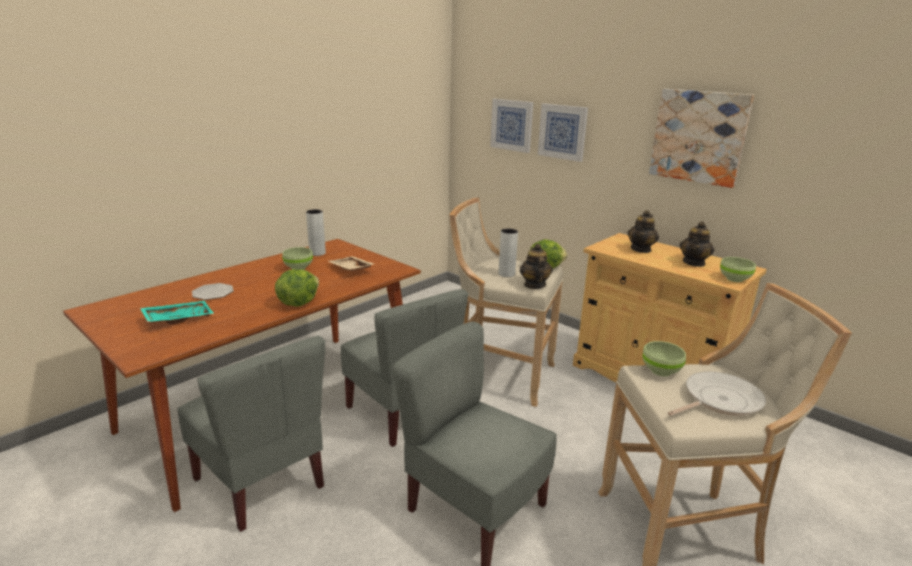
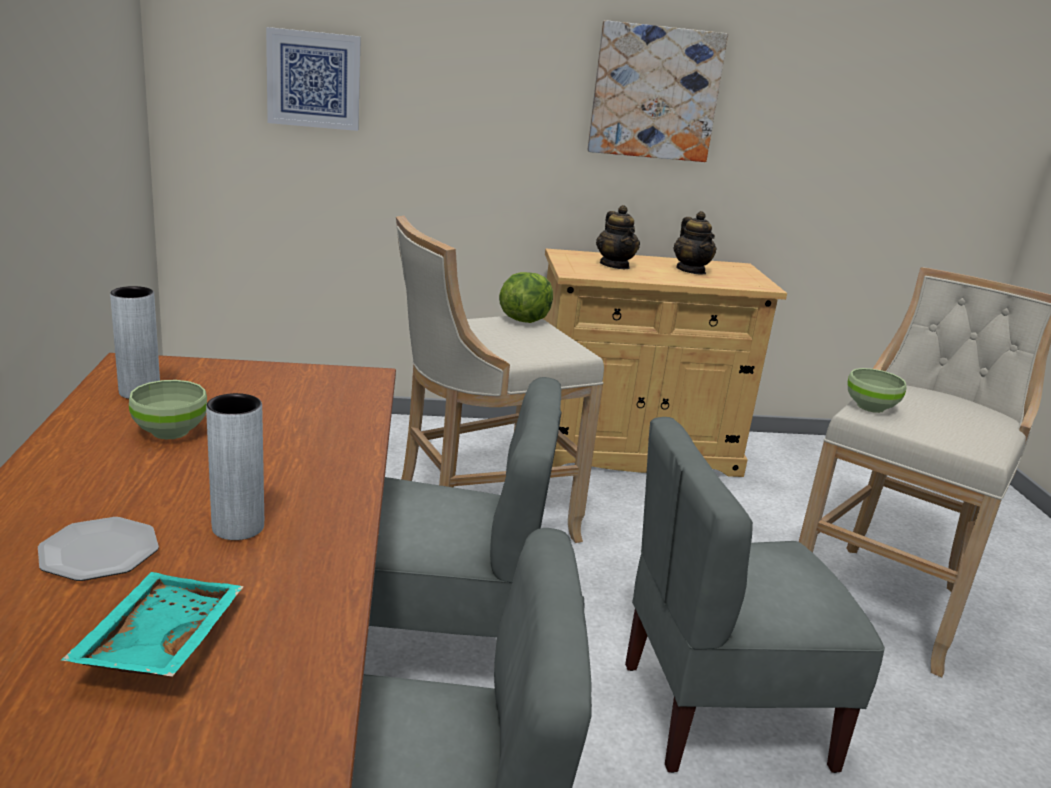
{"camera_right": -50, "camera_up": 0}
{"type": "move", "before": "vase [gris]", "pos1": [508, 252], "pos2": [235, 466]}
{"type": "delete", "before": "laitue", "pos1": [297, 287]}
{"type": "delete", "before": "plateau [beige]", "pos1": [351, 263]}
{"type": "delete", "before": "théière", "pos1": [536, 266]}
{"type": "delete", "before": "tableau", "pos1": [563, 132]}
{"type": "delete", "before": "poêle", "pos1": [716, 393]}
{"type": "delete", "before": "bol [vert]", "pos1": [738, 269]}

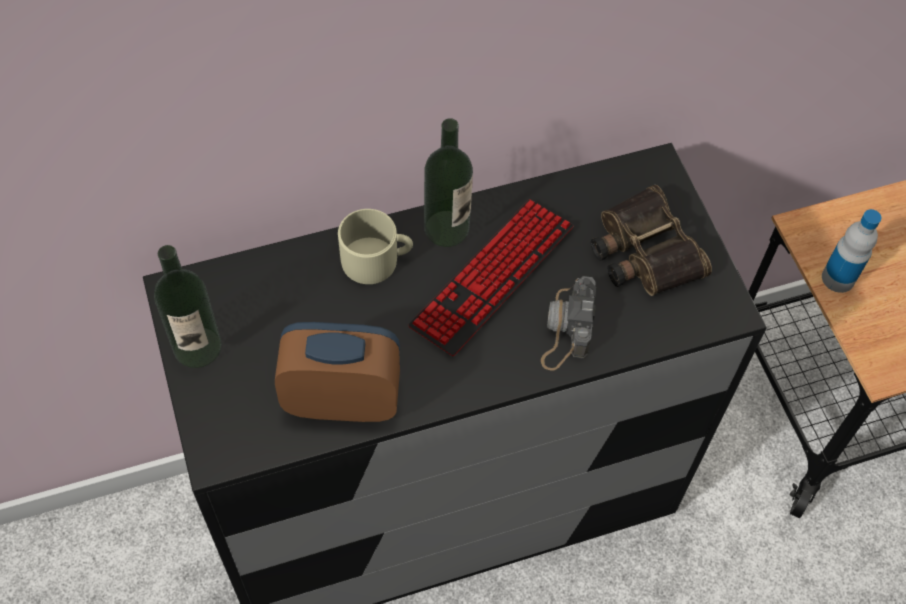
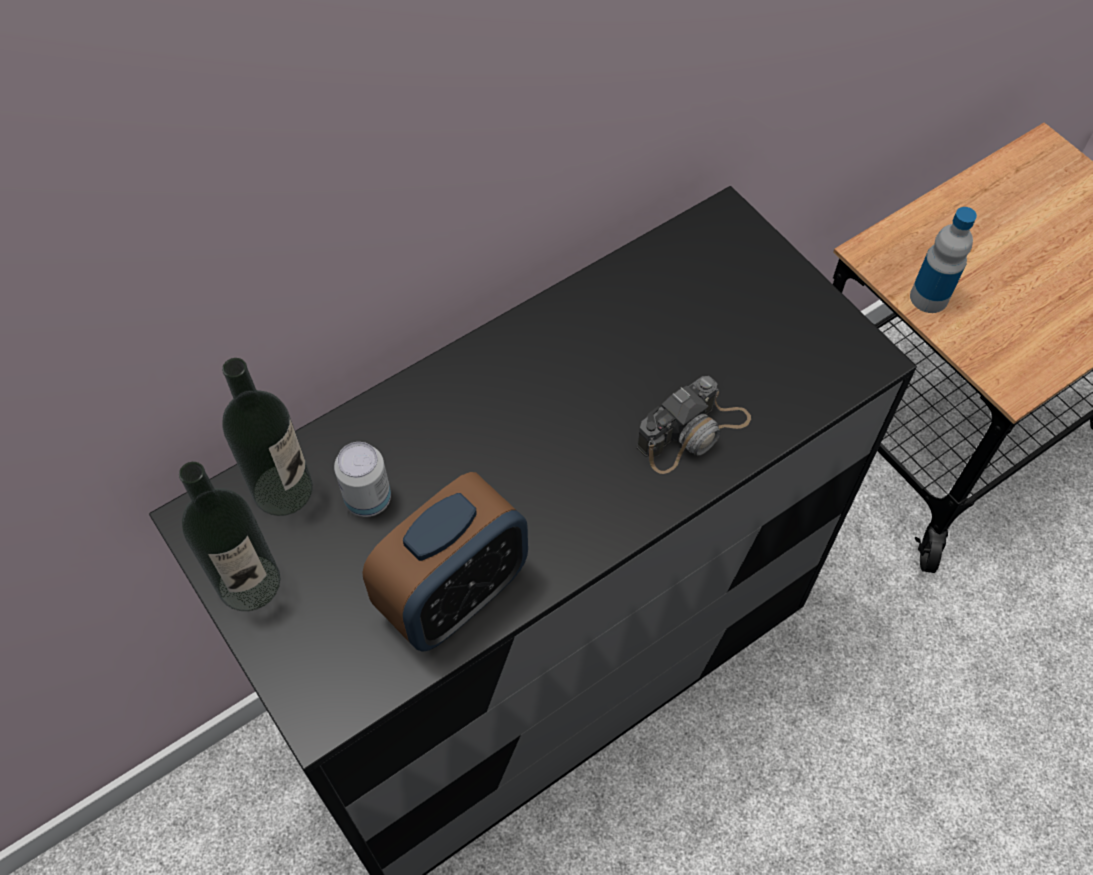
{"camera_right": -15, "camera_up": 0}
{"type": "move", "before": "bouteille", "pos1": [448, 182], "pos2": [267, 437]}
{"type": "insert", "after": "boîte métallique", "pos2": [362, 479]}
{"type": "rotate", "before": "réveil", "pos1": [338, 372], "pos2": [445, 562], "turn": 150}
{"type": "rotate", "before": "appareil photo", "pos1": [568, 323], "pos2": [694, 425], "turn": -120}
{"type": "delete", "before": "mug [beige]", "pos1": [375, 246]}
{"type": "delete", "before": "clavier", "pos1": [490, 277]}
{"type": "delete", "before": "jumelles", "pos1": [651, 240]}

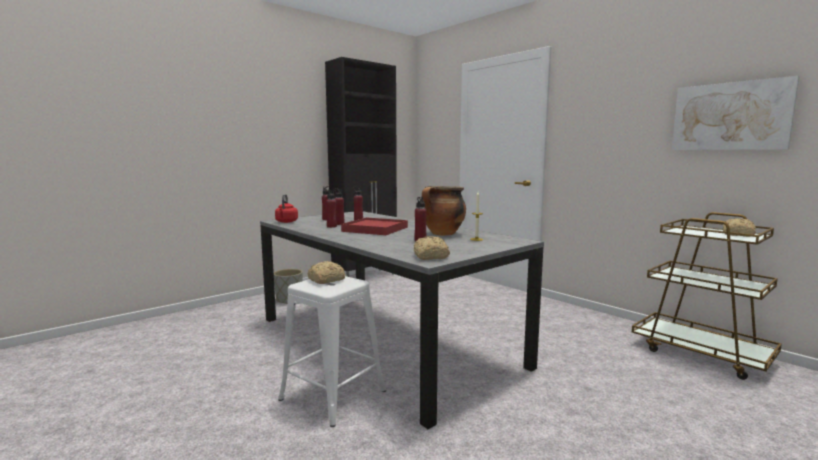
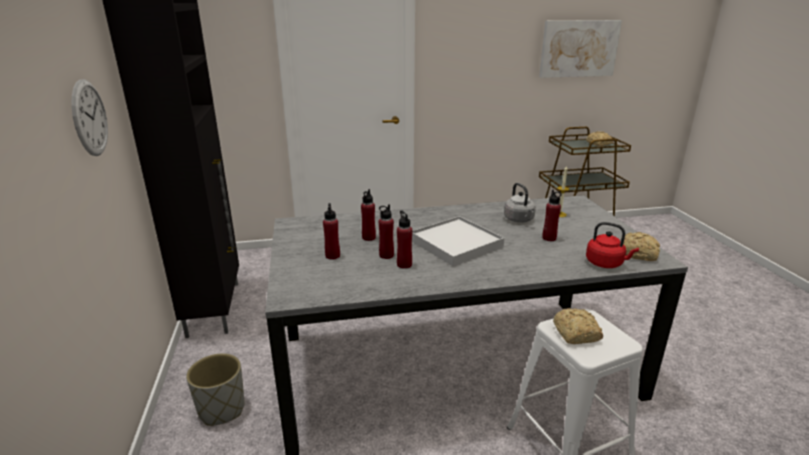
{"camera_right": -60, "camera_up": 15}
{"type": "insert", "after": "horloge murale", "pos2": [89, 117]}
{"type": "recolor", "before": "plateau [rouge]", "after": "plateau [blanc]", "pos1": [374, 226], "pos2": [458, 241]}
{"type": "replace", "before": "marmite", "after": "bouilloire [gris]", "pos1": [444, 211], "pos2": [520, 203]}
{"type": "move", "before": "bouilloire [rouge]", "pos1": [286, 208], "pos2": [612, 245]}

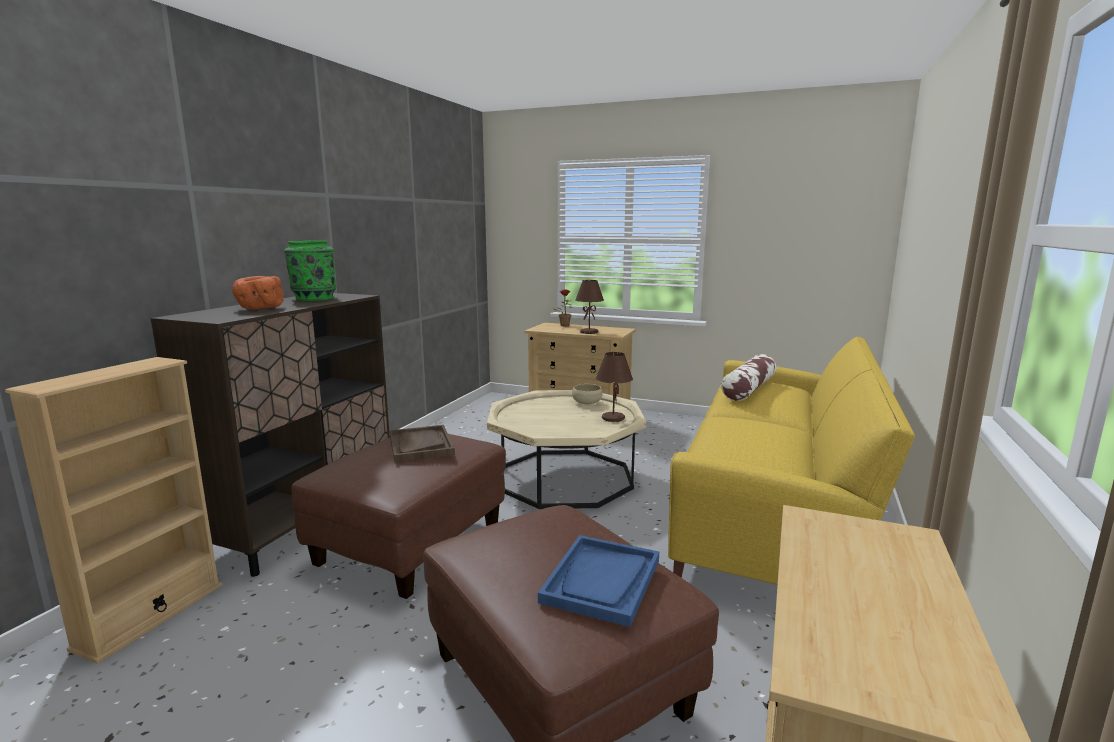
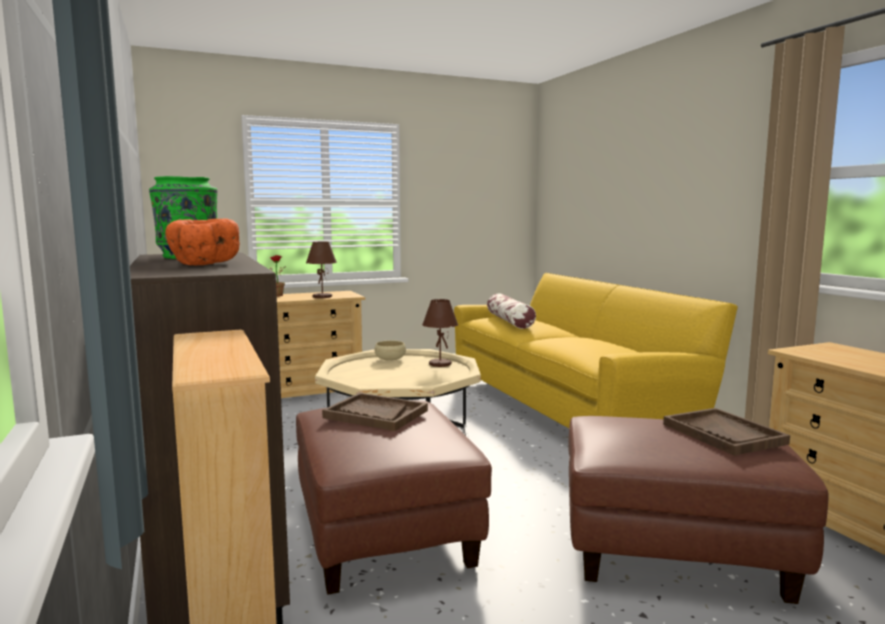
{"camera_right": -45, "camera_up": -5}
{"type": "recolor", "before": "plateau [bleu]", "after": "plateau [marron]", "pos1": [598, 581], "pos2": [726, 432]}

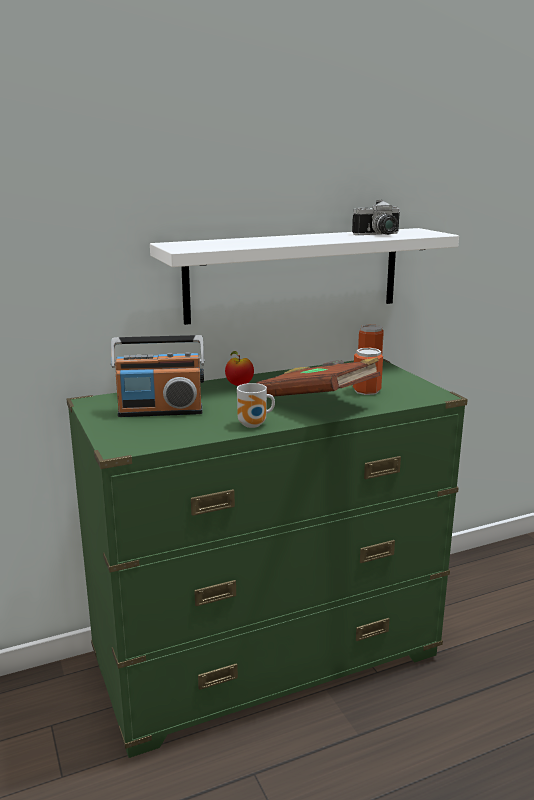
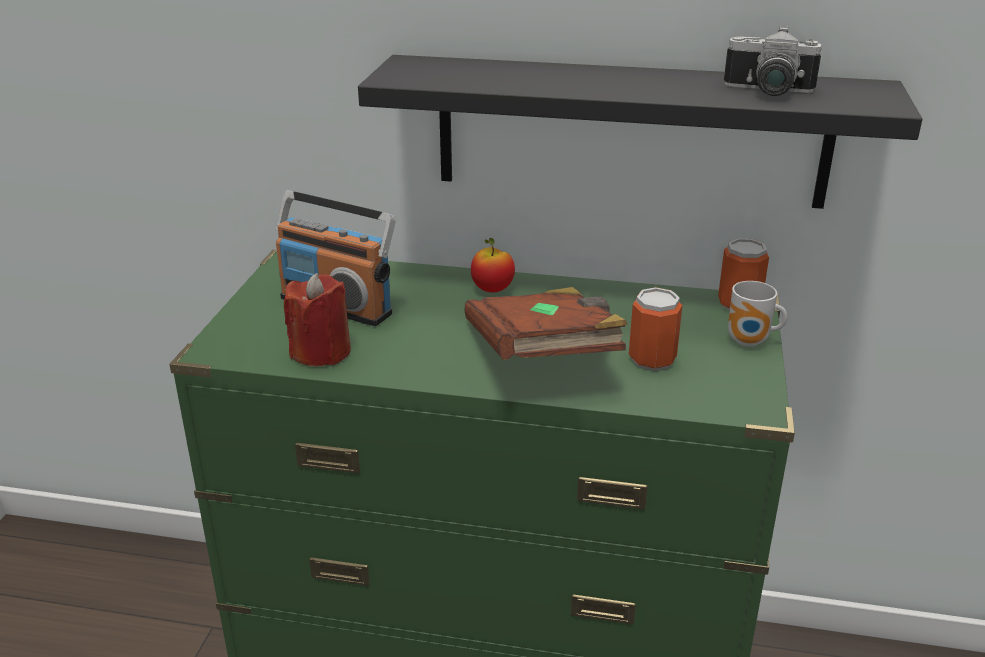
{"camera_right": 35, "camera_up": 10}
{"type": "insert", "after": "bougie [rouge]", "pos2": [317, 319]}
{"type": "recolor", "before": "étagère [blanc]", "after": "étagère [noir]", "pos1": [304, 276], "pos2": [640, 132]}
{"type": "move", "before": "mug", "pos1": [256, 405], "pos2": [757, 313]}

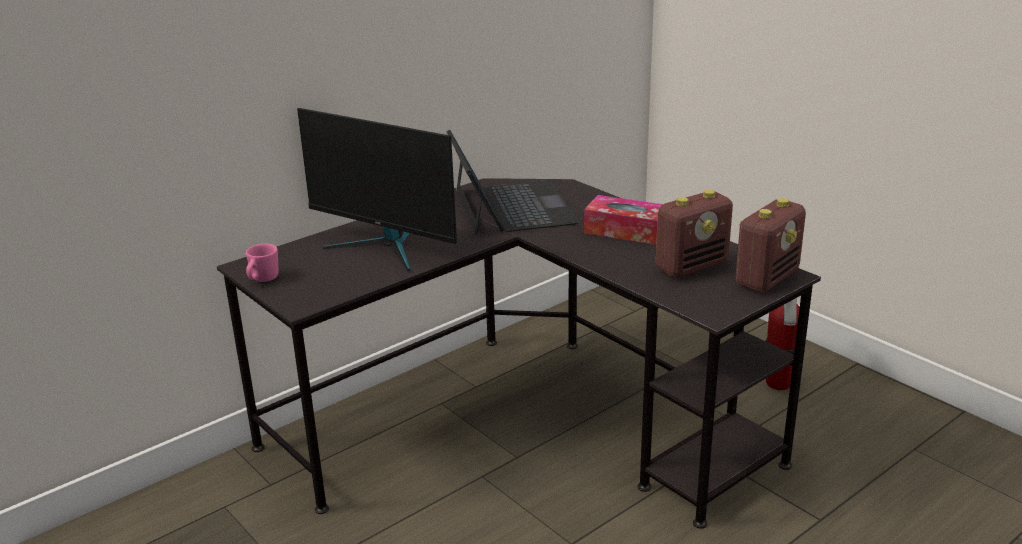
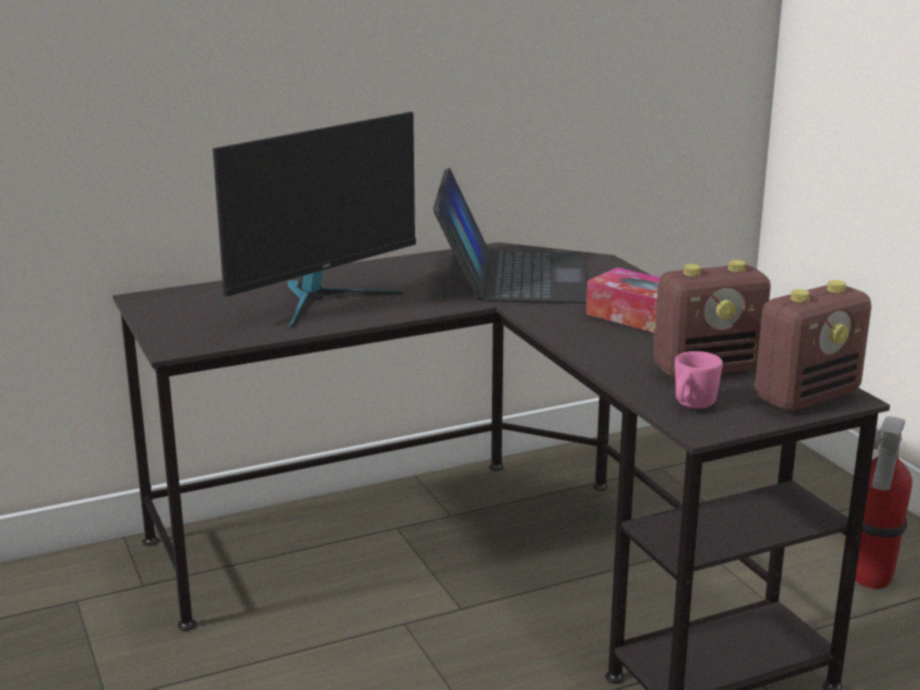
{"camera_right": 15, "camera_up": -5}
{"type": "rotate", "before": "écran d'ordinateur", "pos1": [377, 190], "pos2": [314, 220], "turn": -90}
{"type": "move", "before": "mug [rose]", "pos1": [262, 263], "pos2": [699, 380]}

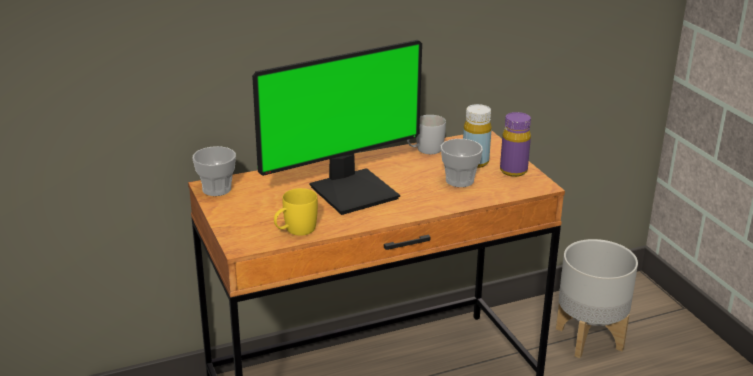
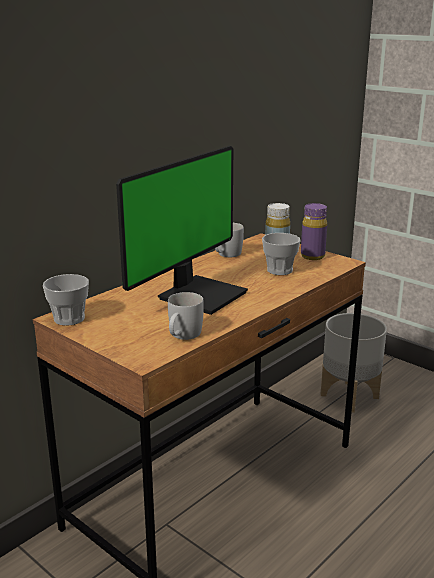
{"camera_right": -25, "camera_up": -5}
{"type": "recolor", "before": "mug [jaune]", "after": "mug [blanc]", "pos1": [296, 212], "pos2": [186, 316]}

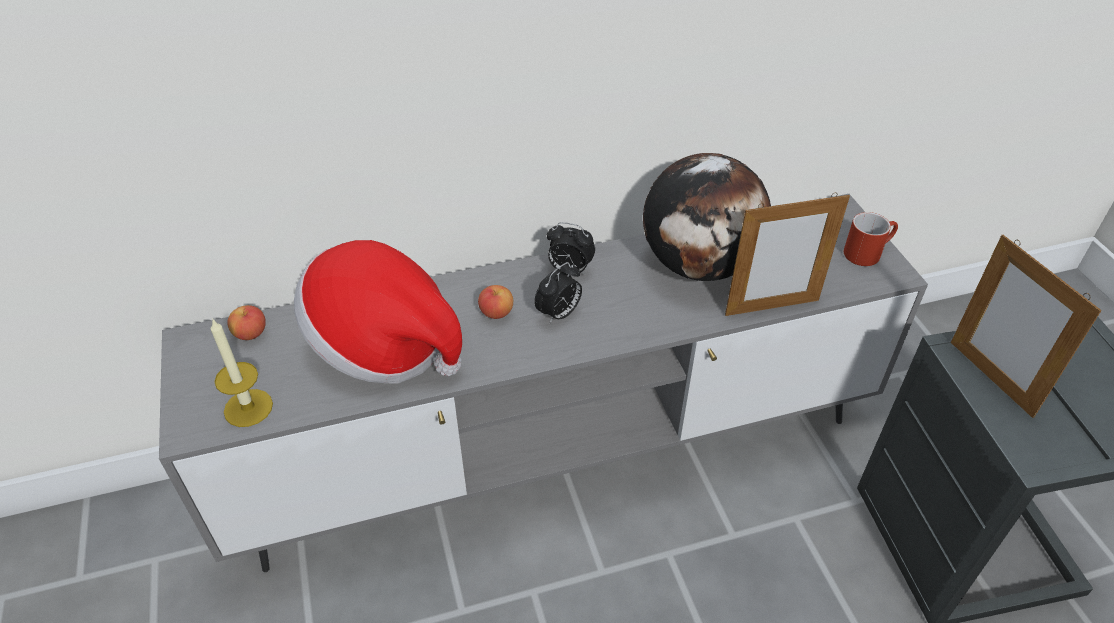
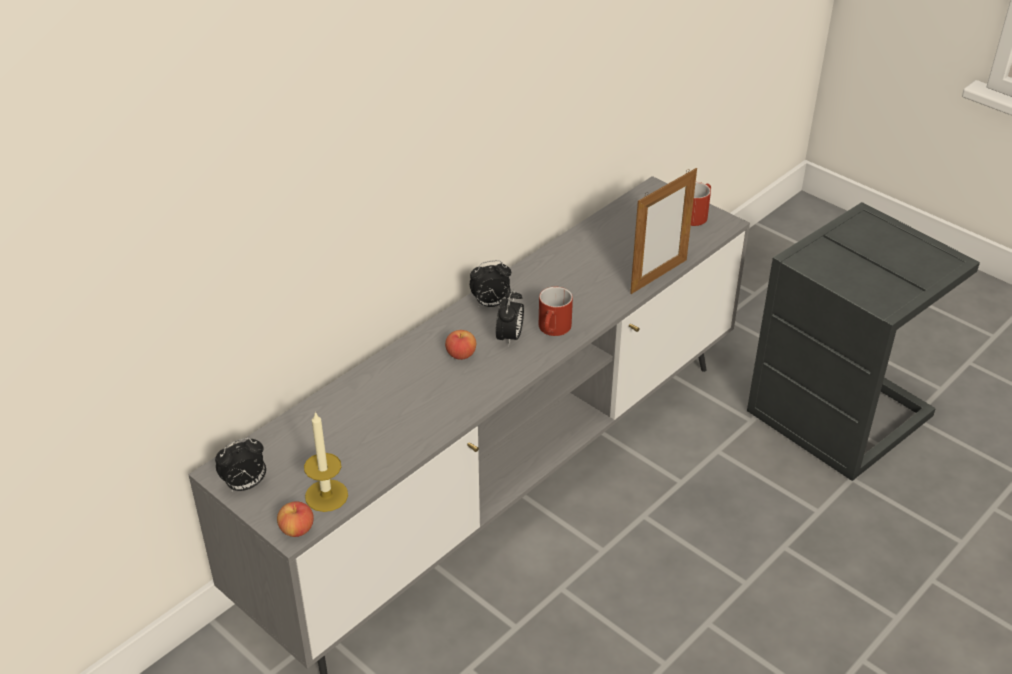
{"camera_right": -30, "camera_up": -5}
{"type": "insert", "after": "réveil", "pos2": [240, 465]}
{"type": "move", "before": "pomme", "pos1": [246, 322], "pos2": [295, 519]}
{"type": "insert", "after": "mug [rouge]", "pos2": [556, 311]}
{"type": "delete", "before": "chapeau", "pos1": [378, 312]}
{"type": "delete", "before": "globe", "pos1": [707, 217]}
{"type": "delete", "before": "cadre photo", "pos1": [1026, 326]}

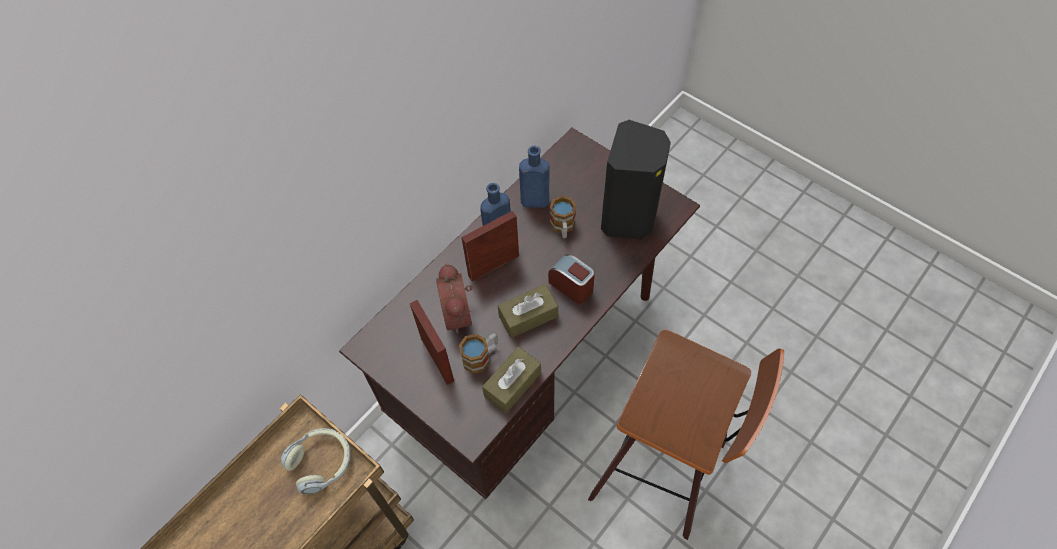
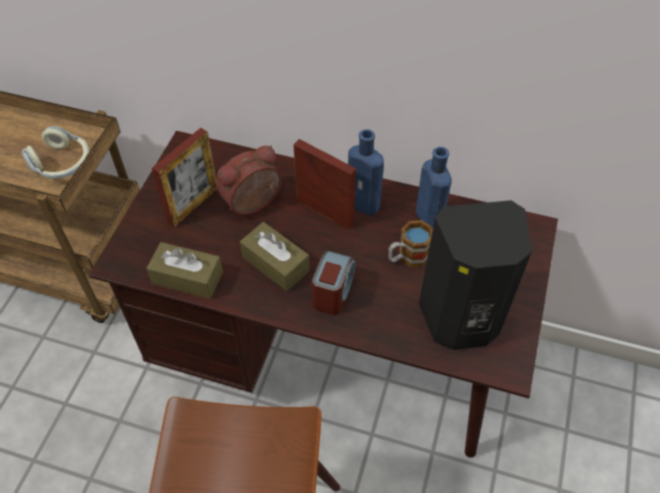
{"camera_right": 65, "camera_up": -5}
{"type": "delete", "before": "mug", "pos1": [478, 353]}

